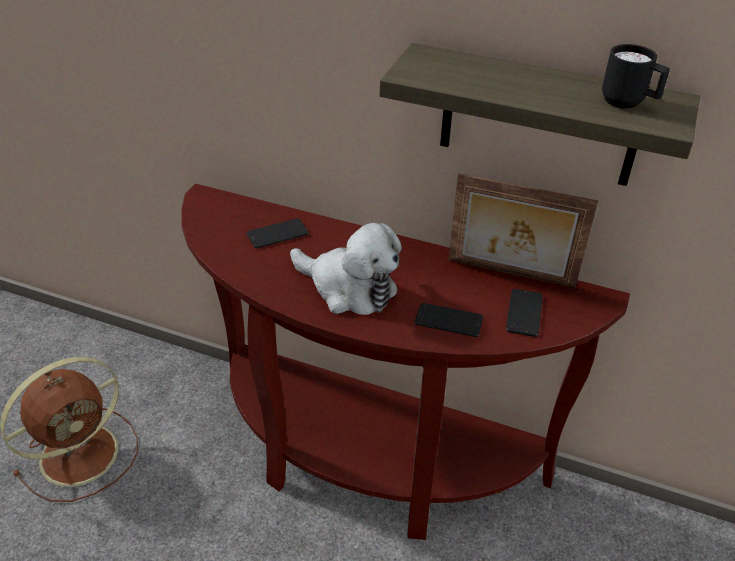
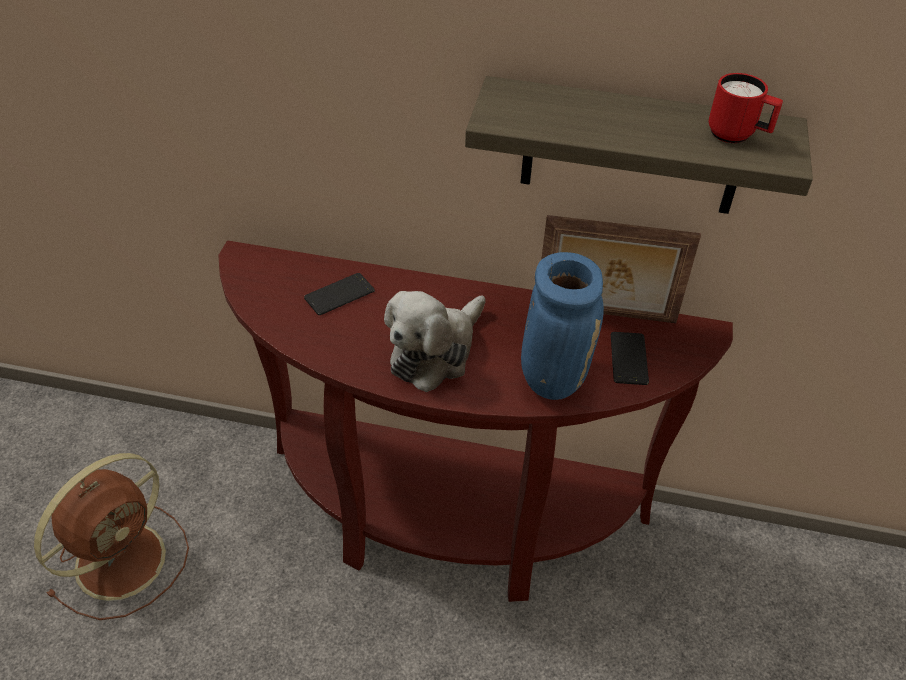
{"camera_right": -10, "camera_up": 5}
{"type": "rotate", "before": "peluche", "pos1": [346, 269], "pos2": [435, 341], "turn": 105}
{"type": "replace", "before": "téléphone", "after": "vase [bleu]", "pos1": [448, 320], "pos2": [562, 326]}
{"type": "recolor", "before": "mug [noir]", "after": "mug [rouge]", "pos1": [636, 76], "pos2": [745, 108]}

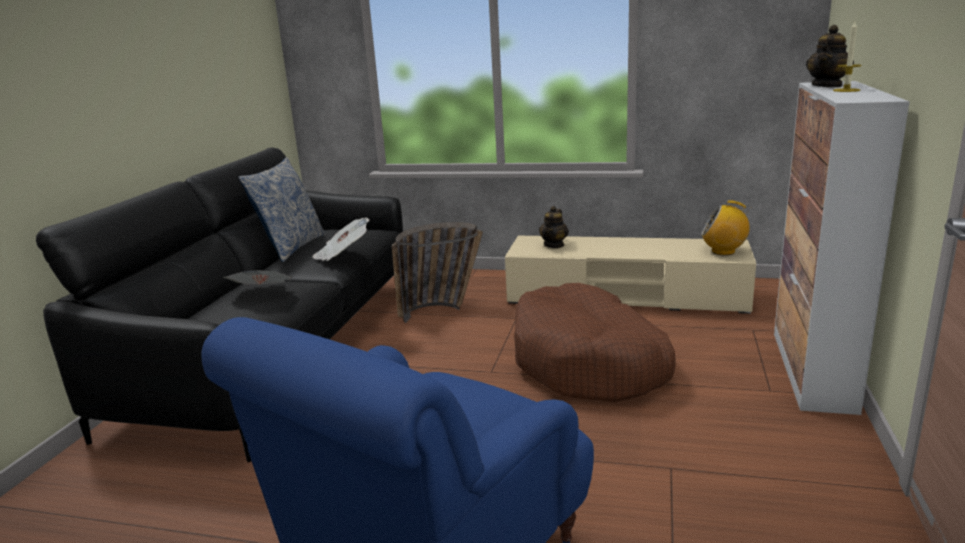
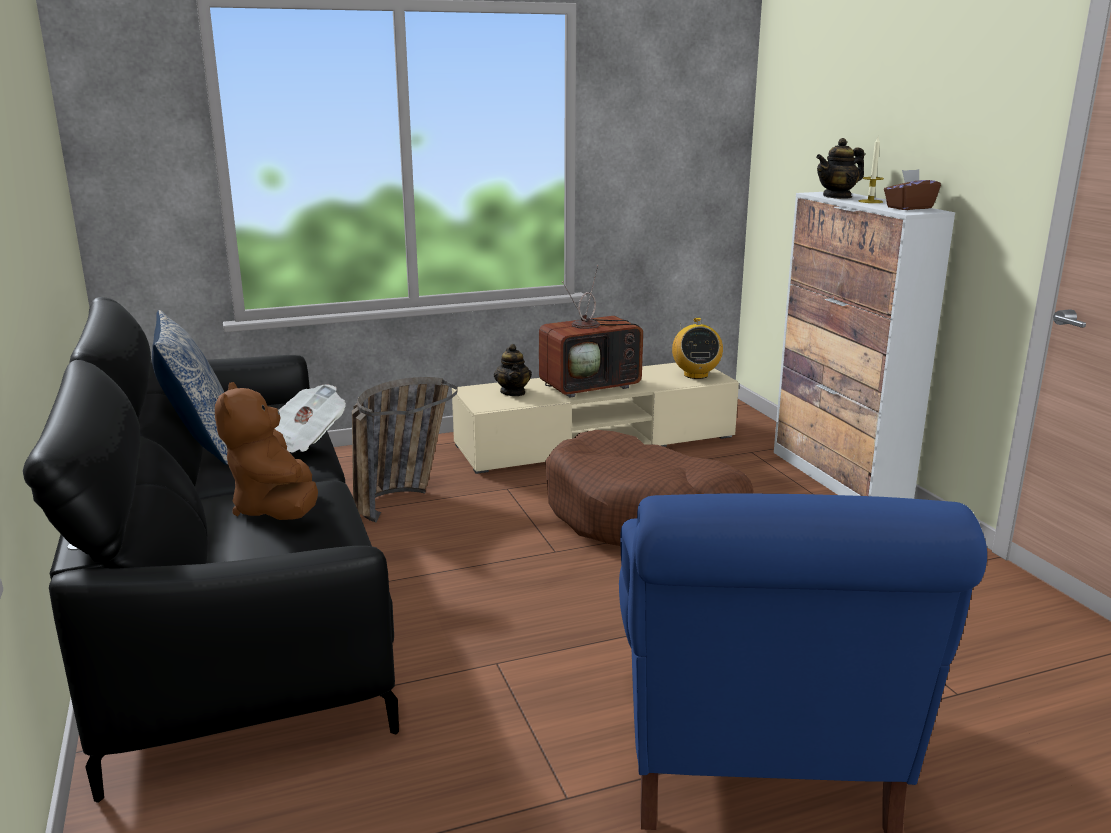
{"camera_right": -35, "camera_up": 0}
{"type": "replace", "before": "journal", "after": "peluche [marron]", "pos1": [257, 277], "pos2": [266, 451]}
{"type": "insert", "after": "téléviseur", "pos2": [591, 331]}
{"type": "rotate", "before": "radio", "pos1": [726, 228], "pos2": [697, 348], "turn": -75}
{"type": "rotate", "before": "théière", "pos1": [830, 56], "pos2": [840, 168], "turn": 60}
{"type": "insert", "after": "boîte à mouchoirs [marron]", "pos2": [912, 189]}

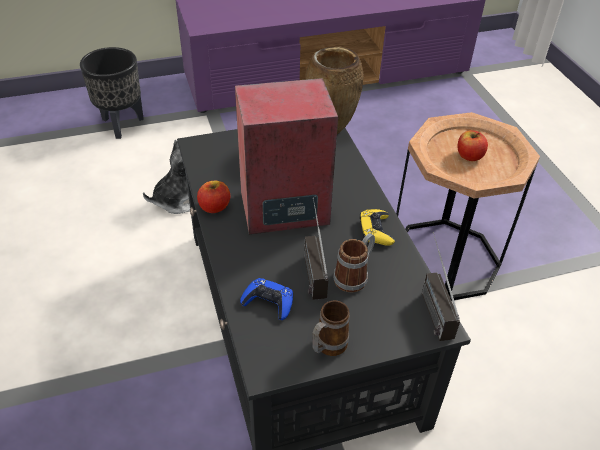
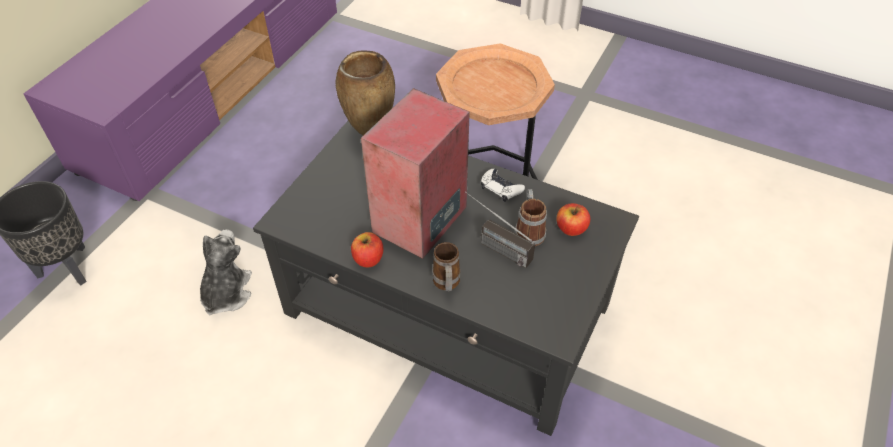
{"camera_right": -45, "camera_up": 5}
{"type": "move", "before": "mug", "pos1": [331, 328], "pos2": [446, 266]}
{"type": "recolor", "before": "manette [jaune]", "after": "manette [blanc]", "pos1": [377, 227], "pos2": [503, 185]}
{"type": "move", "before": "pomme", "pos1": [473, 145], "pos2": [573, 219]}
{"type": "delete", "before": "manette [bleu]", "pos1": [266, 299]}
{"type": "delete", "before": "radio", "pos1": [441, 286]}

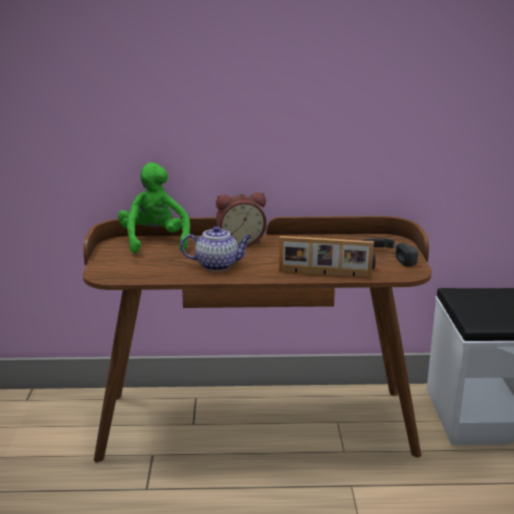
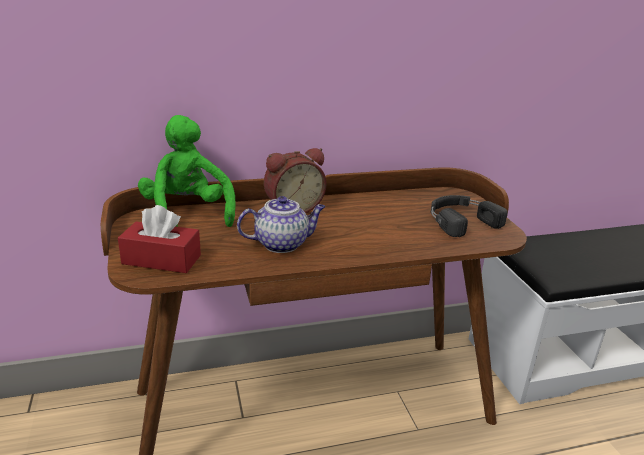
{"camera_right": -15, "camera_up": 5}
{"type": "insert", "after": "boîte à mouchoirs [rouge]", "pos2": [159, 239]}
{"type": "delete", "before": "cadre photo", "pos1": [326, 257]}

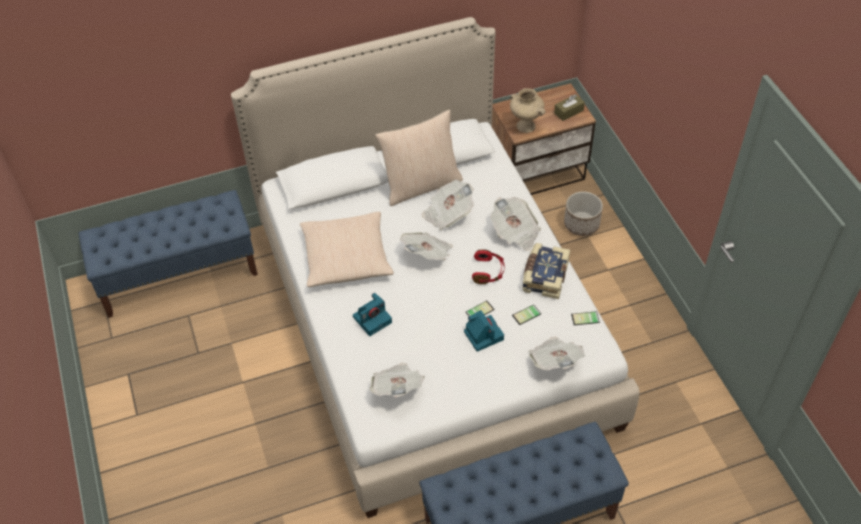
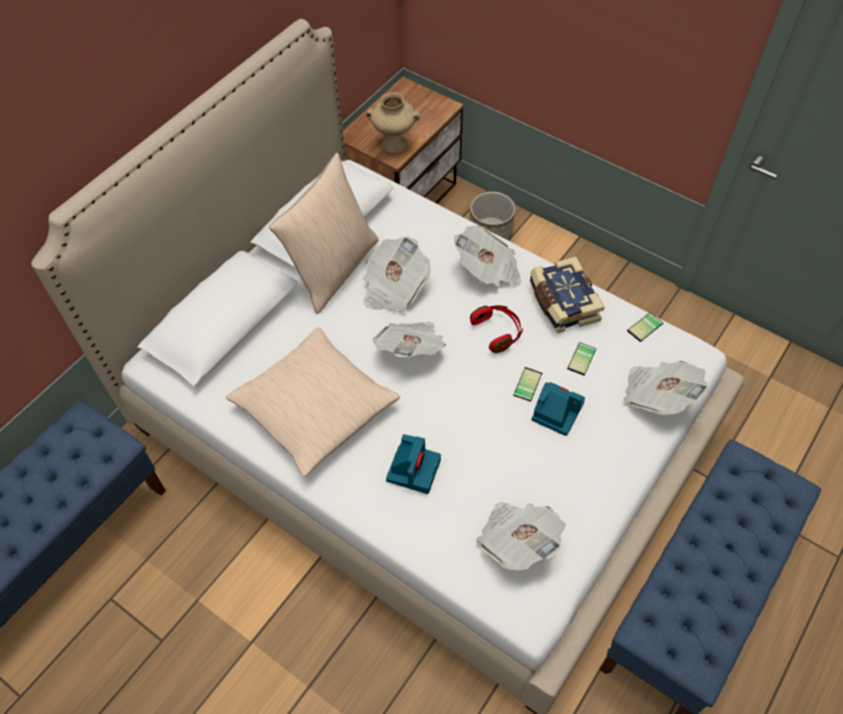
{"camera_right": -35, "camera_up": 5}
{"type": "delete", "before": "boîte à mouchoirs [marron]", "pos1": [569, 108]}

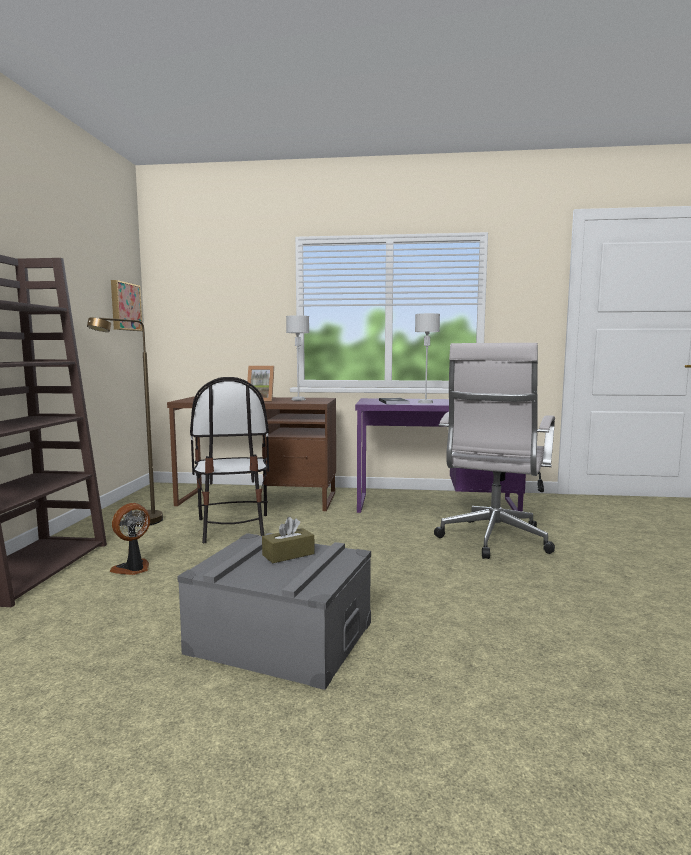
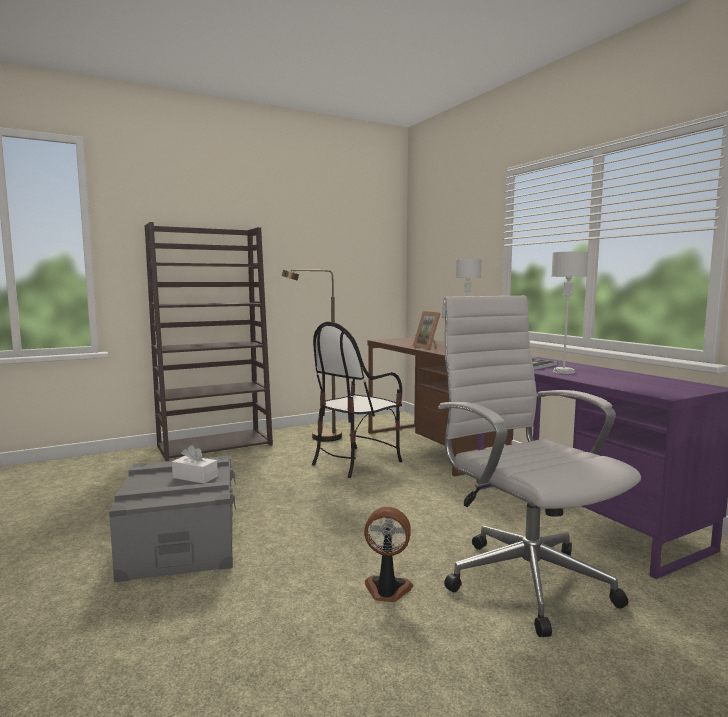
{"camera_right": 55, "camera_up": 0}
{"type": "recolor", "before": "boîte à mouchoirs [marron]", "after": "boîte à mouchoirs [blanc]", "pos1": [288, 540], "pos2": [195, 464]}
{"type": "move", "before": "ventilateur", "pos1": [130, 539], "pos2": [388, 554]}
{"type": "rotate", "before": "chaise de bureau [blanc]", "pos1": [494, 451], "pos2": [539, 466], "turn": 75}
{"type": "delete", "before": "tableau", "pos1": [127, 305]}

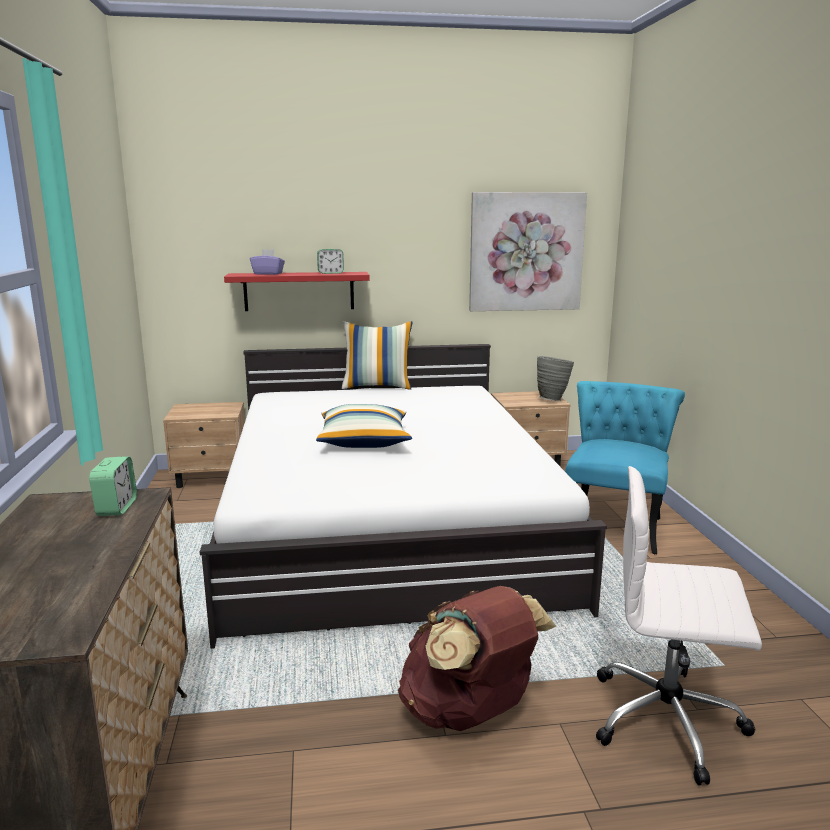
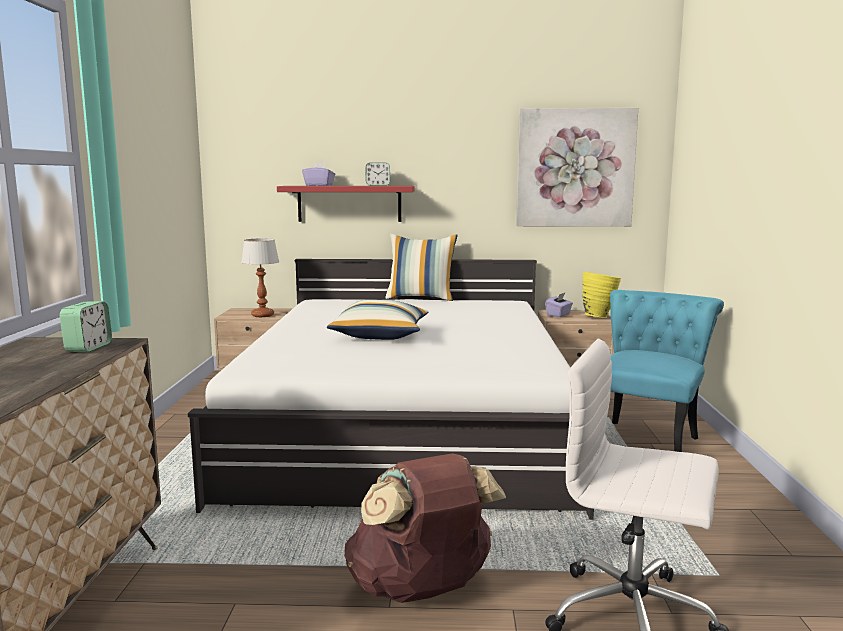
{"camera_right": 10, "camera_up": -5}
{"type": "insert", "after": "lampe de table", "pos2": [260, 277]}
{"type": "insert", "after": "boîte à mouchoirs [violet]", "pos2": [559, 304]}
{"type": "recolor", "before": "vase [gris]", "after": "vase [jaune]", "pos1": [555, 378], "pos2": [601, 295]}

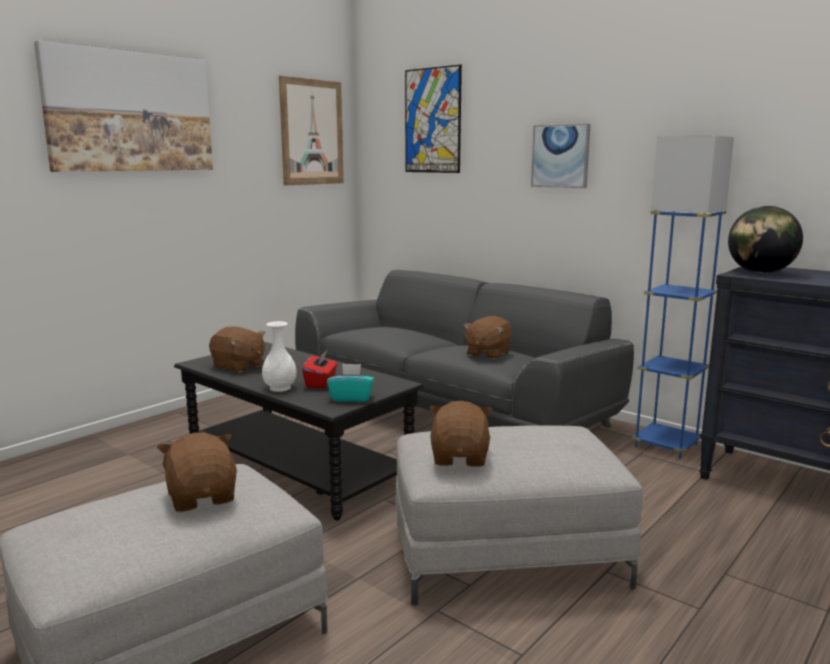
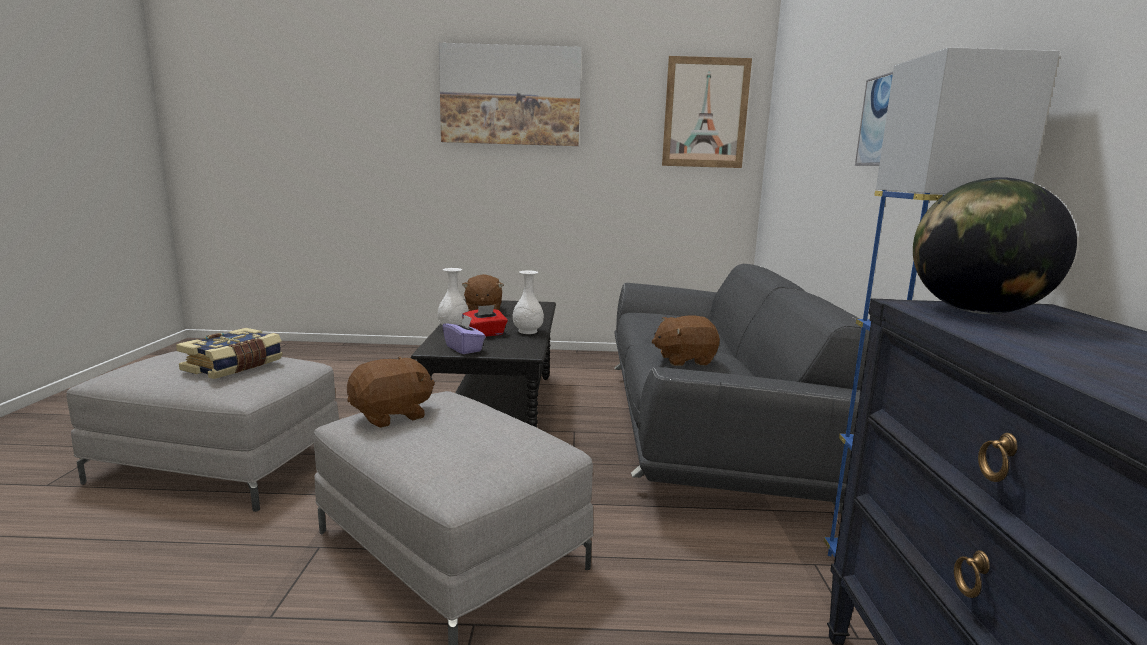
{"camera_right": 50, "camera_up": 0}
{"type": "replace", "before": "peluche [marron]", "after": "livre", "pos1": [197, 472], "pos2": [229, 353]}
{"type": "recolor", "before": "boîte à mouchoirs [turquoise]", "after": "boîte à mouchoirs [violet]", "pos1": [350, 382], "pos2": [464, 334]}
{"type": "insert", "after": "vase [blanc]", "pos2": [528, 302]}
{"type": "delete", "before": "tableau", "pos1": [433, 118]}

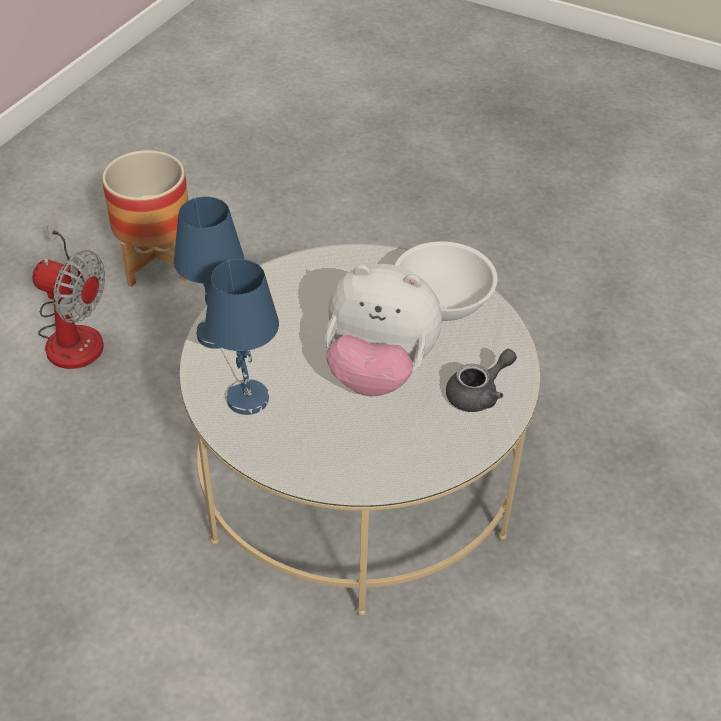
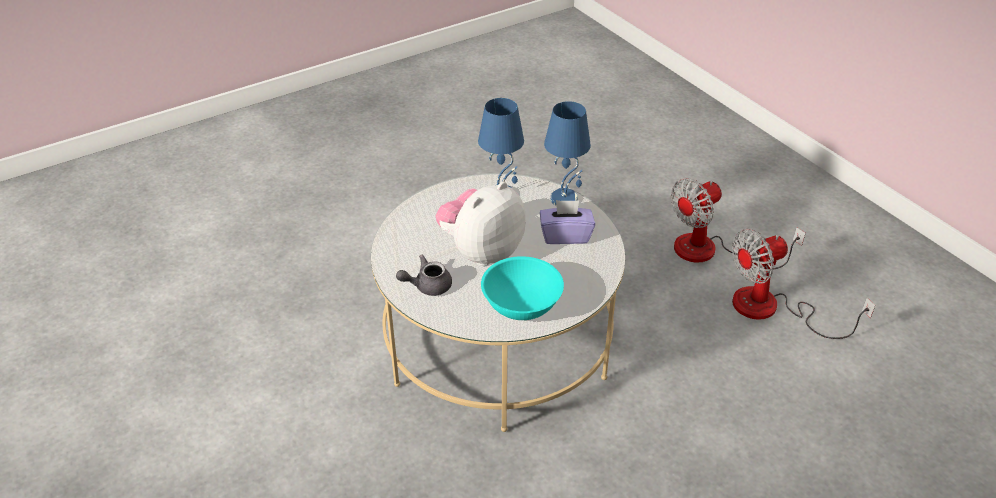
{"camera_right": 120, "camera_up": -5}
{"type": "rotate", "before": "théière [gris]", "pos1": [481, 380], "pos2": [424, 275], "turn": 75}
{"type": "recolor", "before": "bol [blanc]", "after": "bol [turquoise]", "pos1": [446, 281], "pos2": [522, 288]}
{"type": "insert", "after": "boîte à mouchoirs [violet]", "pos2": [567, 222]}
{"type": "replace", "before": "cache-pot", "after": "ventilateur", "pos1": [145, 218], "pos2": [804, 284]}

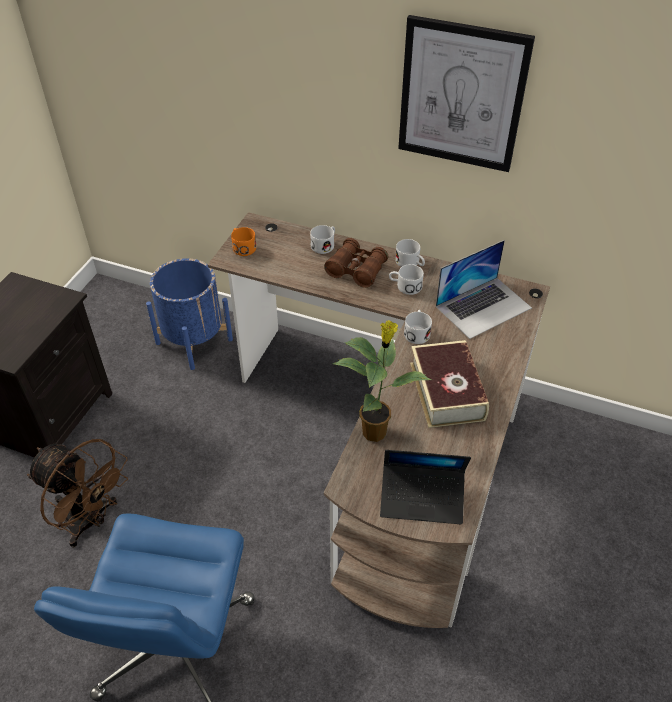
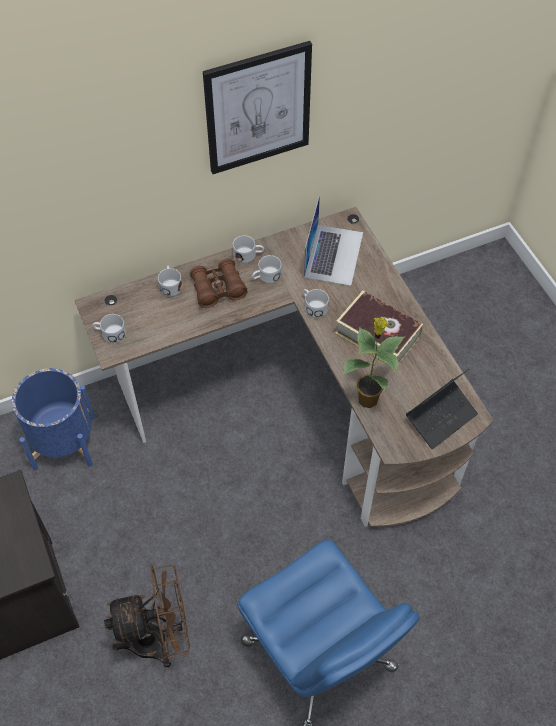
{"camera_right": -45, "camera_up": 10}
{"type": "recolor", "before": "mug [orange]", "after": "mug [blanc]", "pos1": [243, 241], "pos2": [109, 328]}

